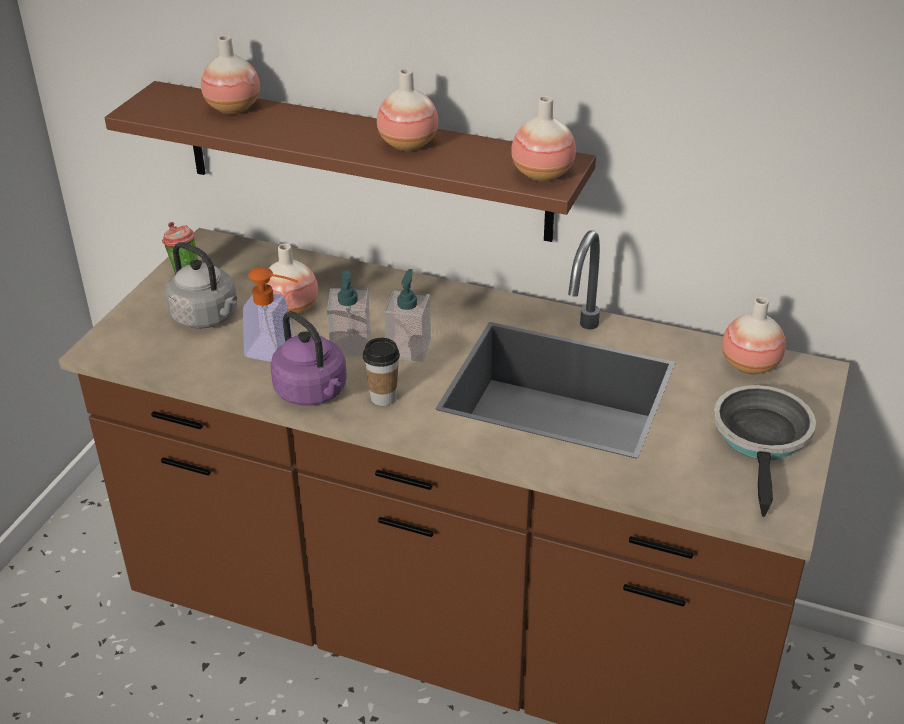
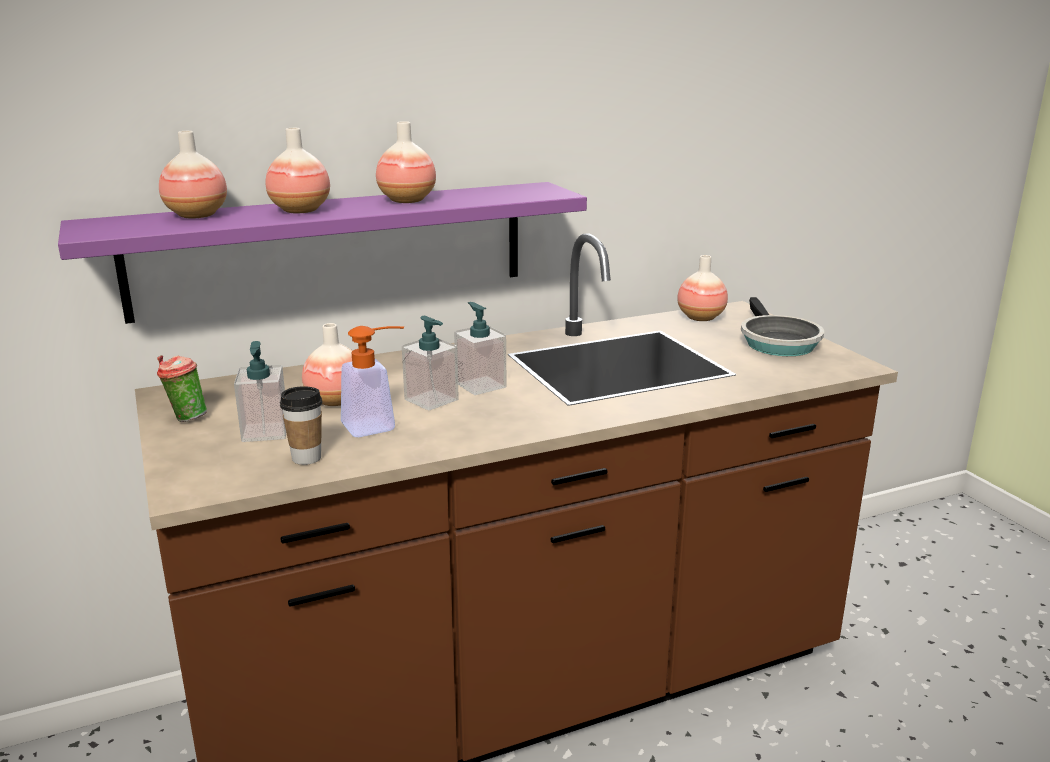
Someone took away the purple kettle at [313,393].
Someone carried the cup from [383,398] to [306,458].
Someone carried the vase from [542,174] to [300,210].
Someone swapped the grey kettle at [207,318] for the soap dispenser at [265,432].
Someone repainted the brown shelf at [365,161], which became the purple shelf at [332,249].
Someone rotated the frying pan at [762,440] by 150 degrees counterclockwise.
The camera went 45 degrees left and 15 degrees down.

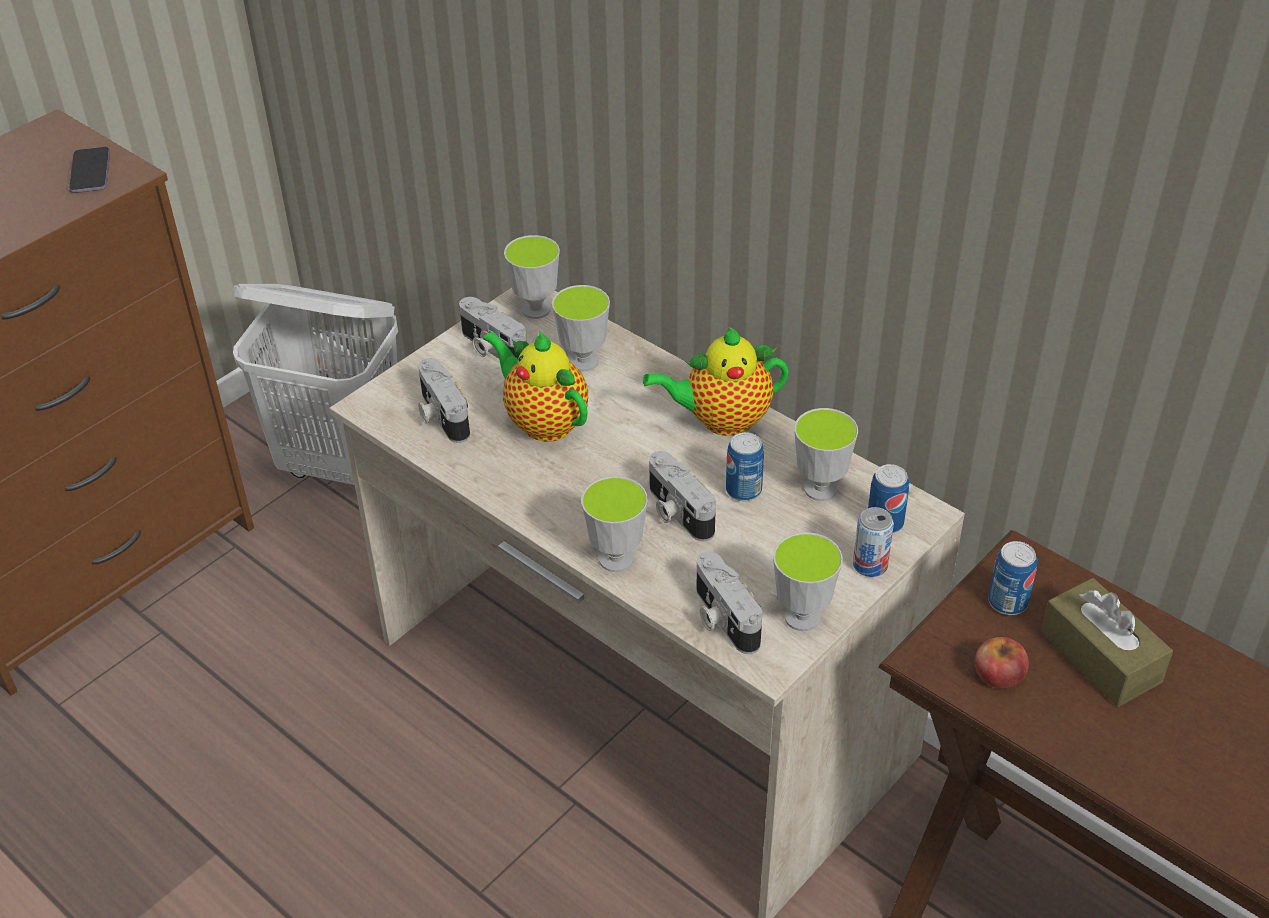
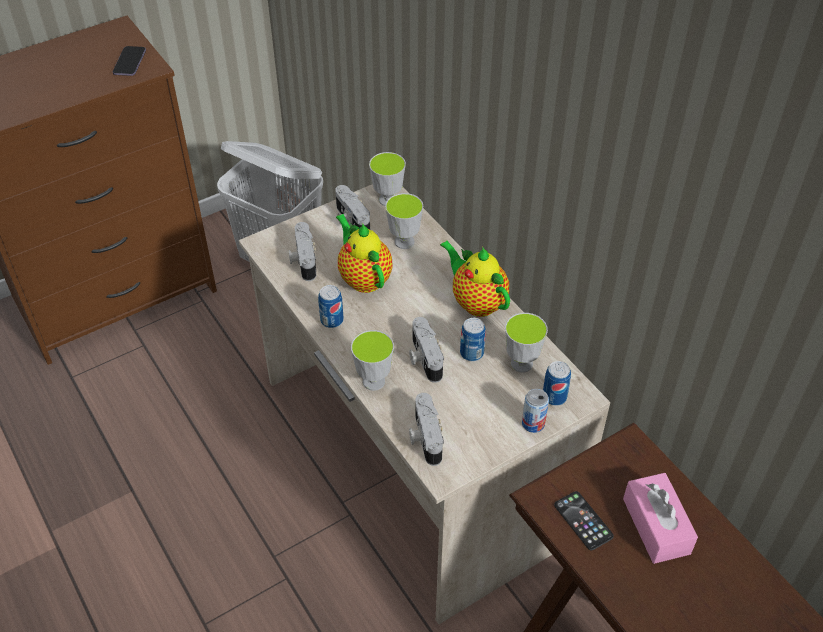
Someone took away the cup at [802,617].
Someone carried the can from [1007,602] to [332,320].
Someone swapped the apple at [998,674] for the phone at [583,521].
Someone repainted the brown tissue box at [1100,657], which became the pink tissue box at [656,526].
Someone rotated the teapot at [721,420] by 45 degrees clockwise.
The camera went 15 degrees right and 5 degrees up.

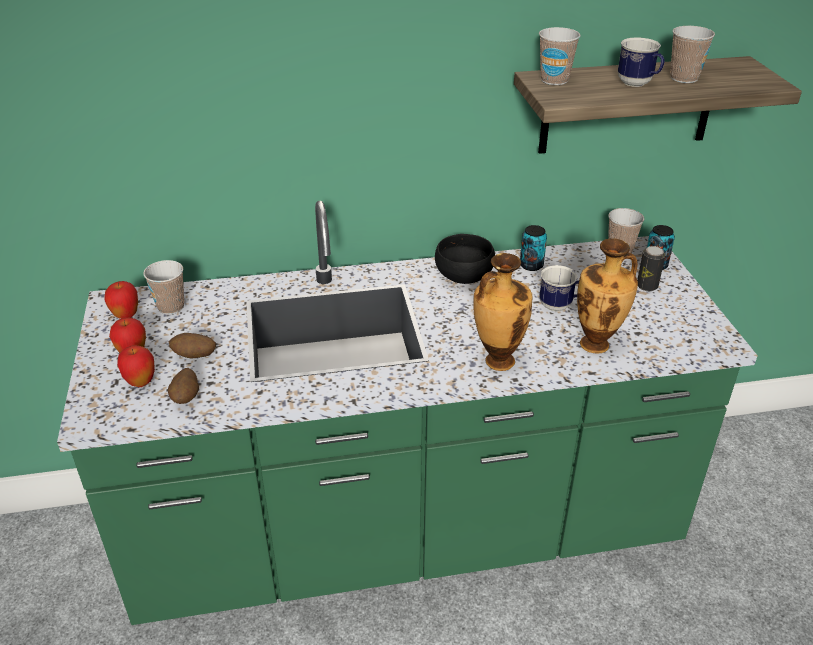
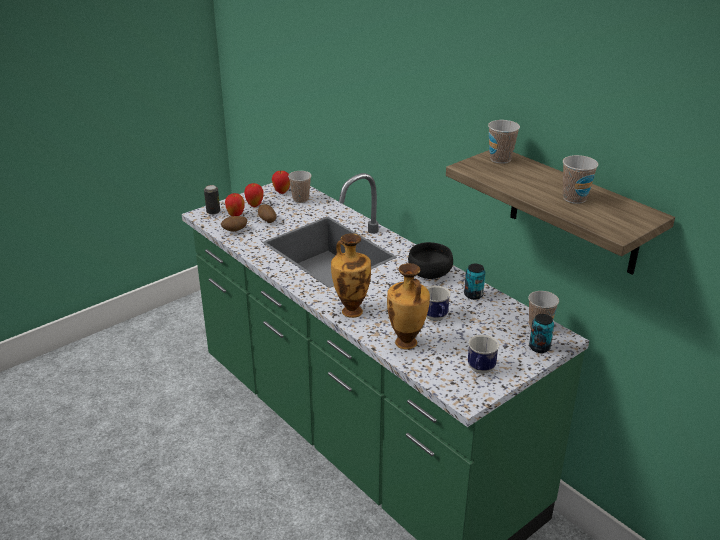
Someone carried the mug from [638,84] to [480,371].
Someone carried the can from [647,286] to [213,212].
The camera went 60 degrees right and 5 degrees down.

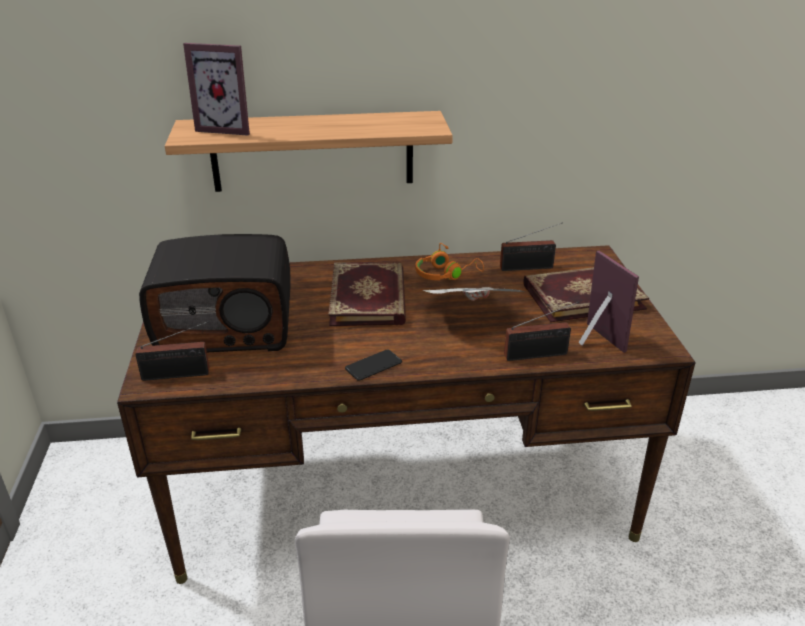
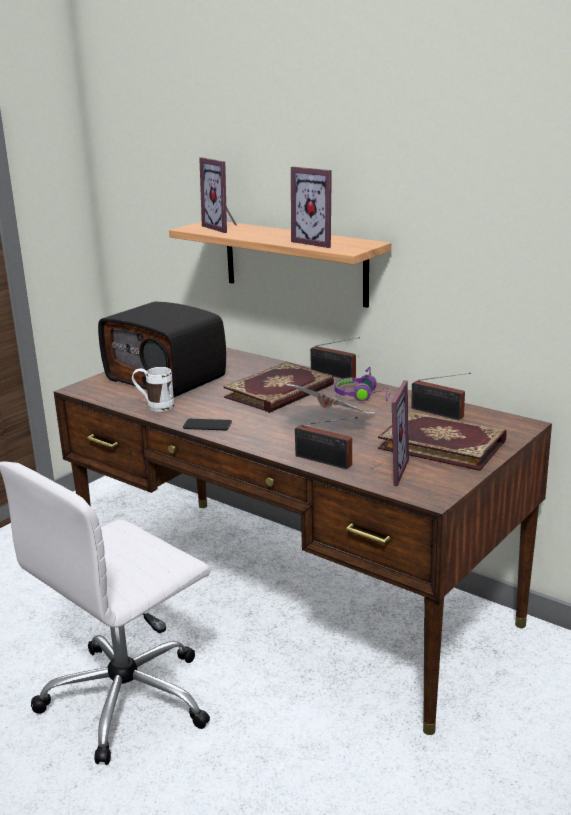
Someone put down the white mug at [155,407].
Someone put down the picture frame at [318,242].
Someone carried the radio from [179,374] to [335,375].
Someone repainted the orange headphones at [445,274], which became the purple headphones at [362,396].
The camera went 45 degrees right and 10 degrees down.

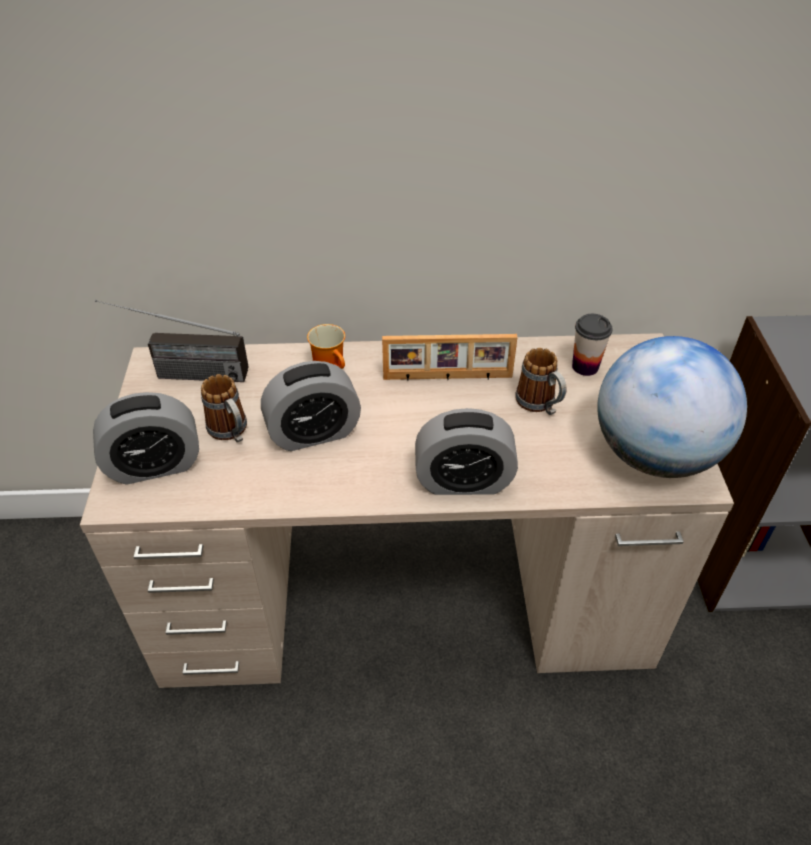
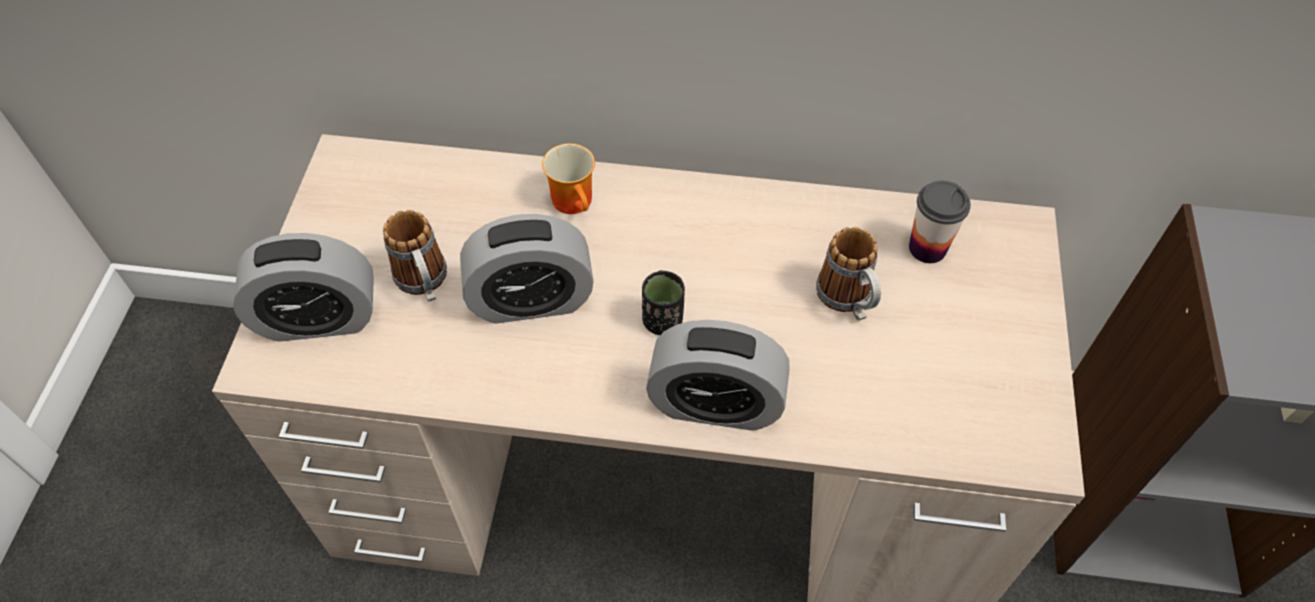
Someone took away the radio at [179,374].
Someone took away the picture frame at [447,378].
Someone took away the globe at [654,454].
Someone put down the black cup at [662,321].
The camera went 10 degrees right and 10 degrees up.

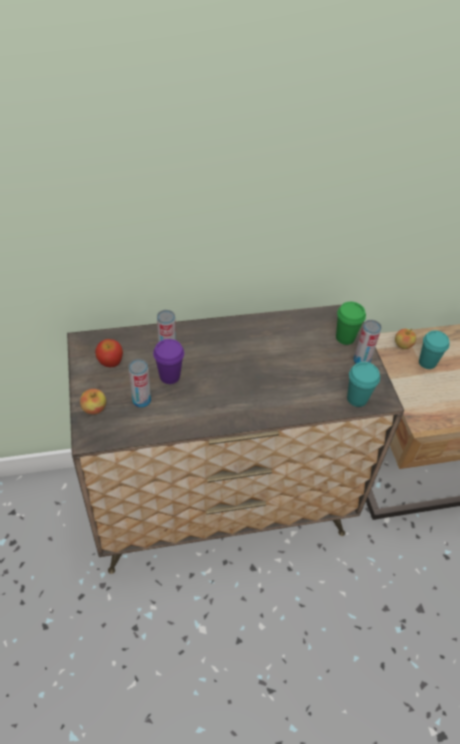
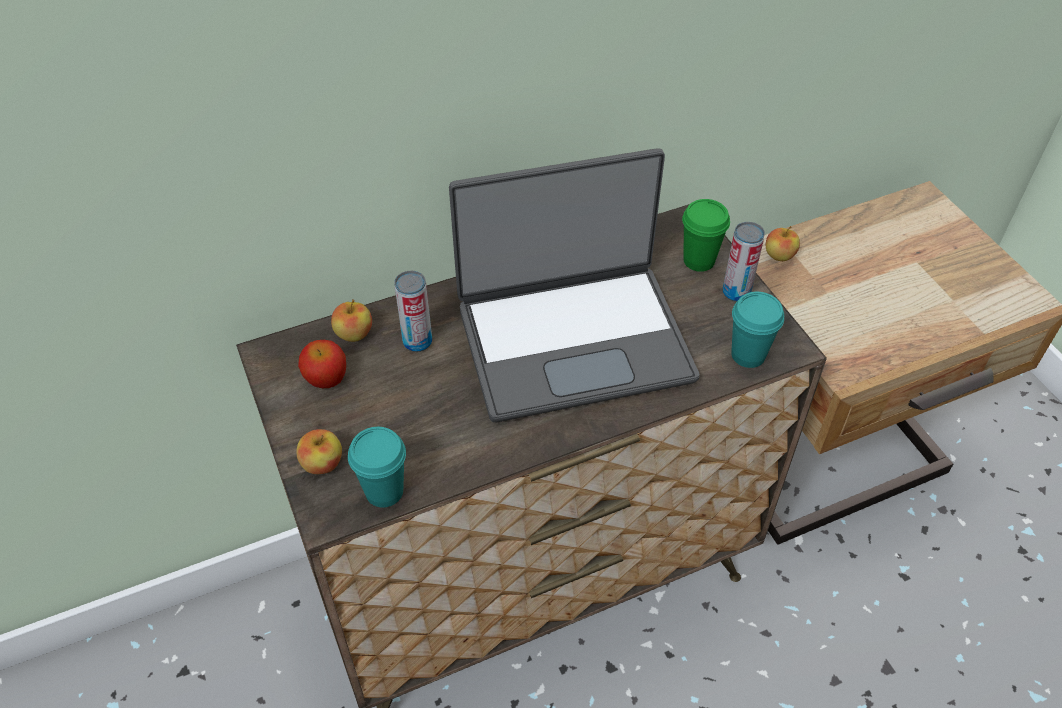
Someone took away the can at [141,401].
Someone took away the purple cup at [169,376].
Someone put down the apple at [354,334].
Someone put down the laptop at [573,340].
Someone carried the turquoise cup from [427,362] to [384,491].
The camera went 10 degrees left and 0 degrees up.

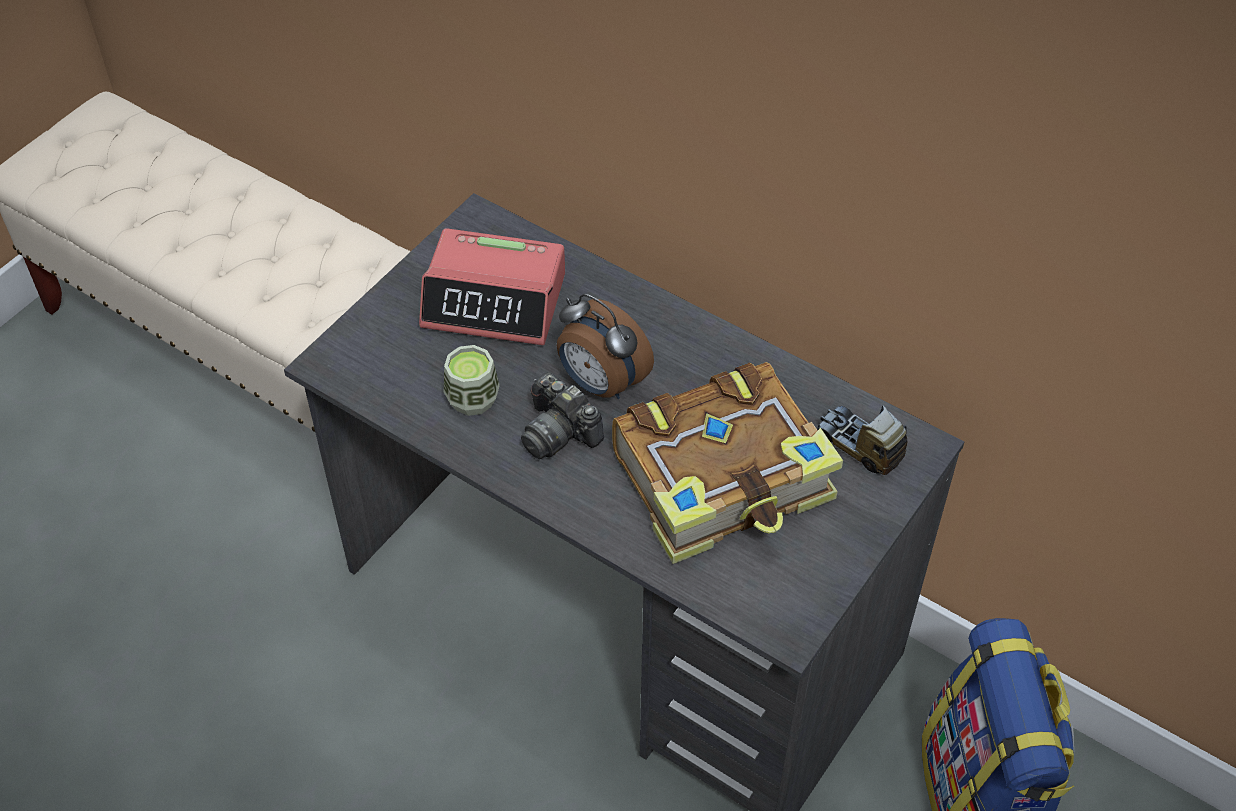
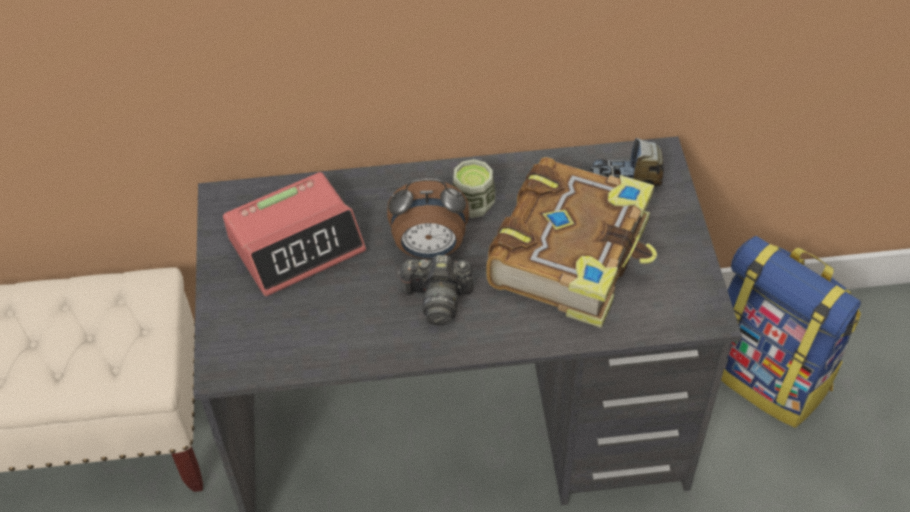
Someone carried the cup from [472,399] to [473,204].
The camera went 40 degrees left and 0 degrees up.

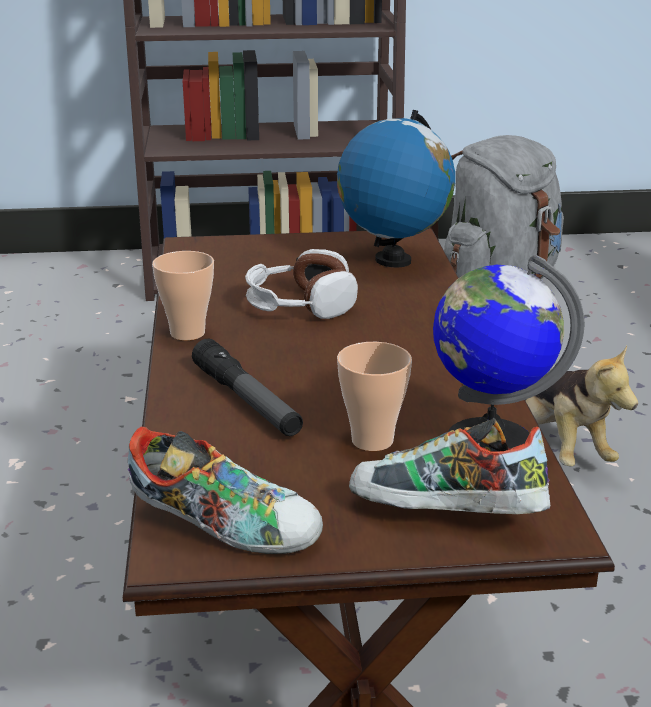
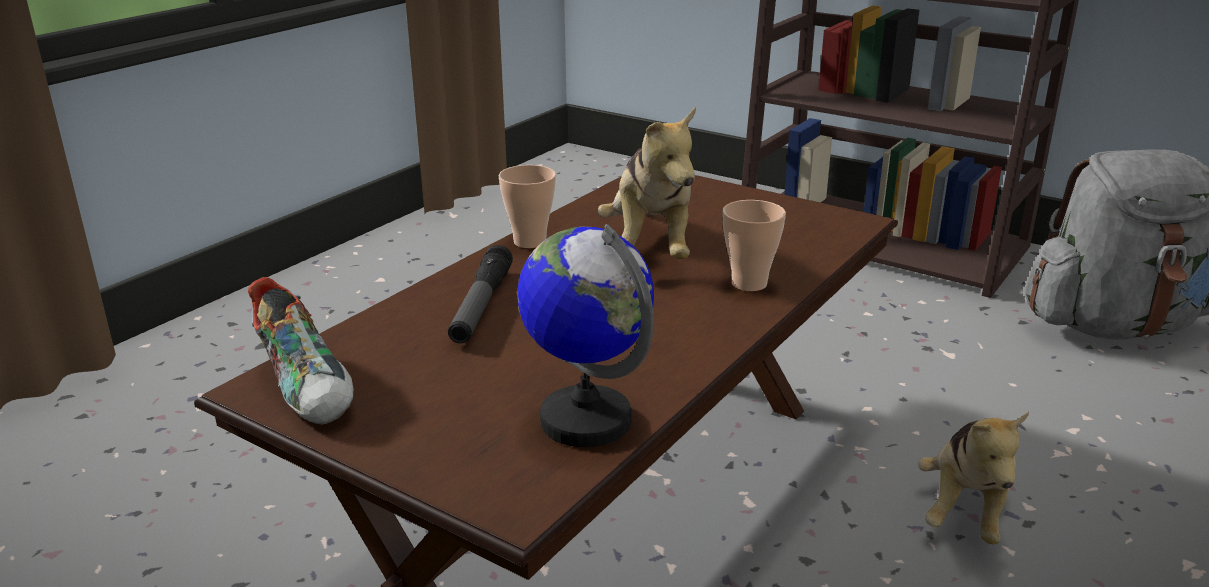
Someone took away the globe at [392,260].
Someone took away the shoe at [445,517].
Someone carried the cup from [372,440] to [749,284].
Someone swapped the headphones at [300,305] for the plush toy at [651,248].
The camera went 40 degrees right and 0 degrees up.

